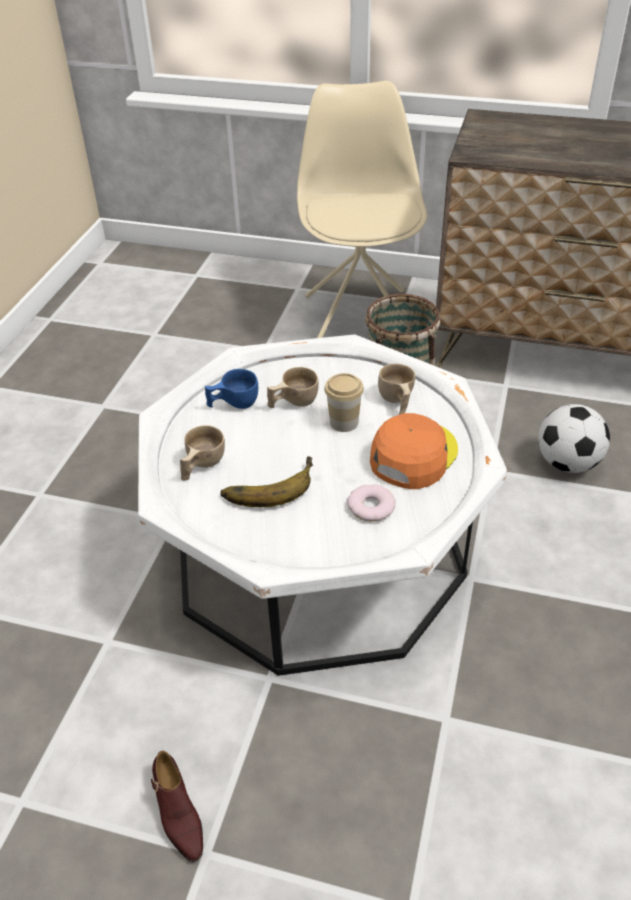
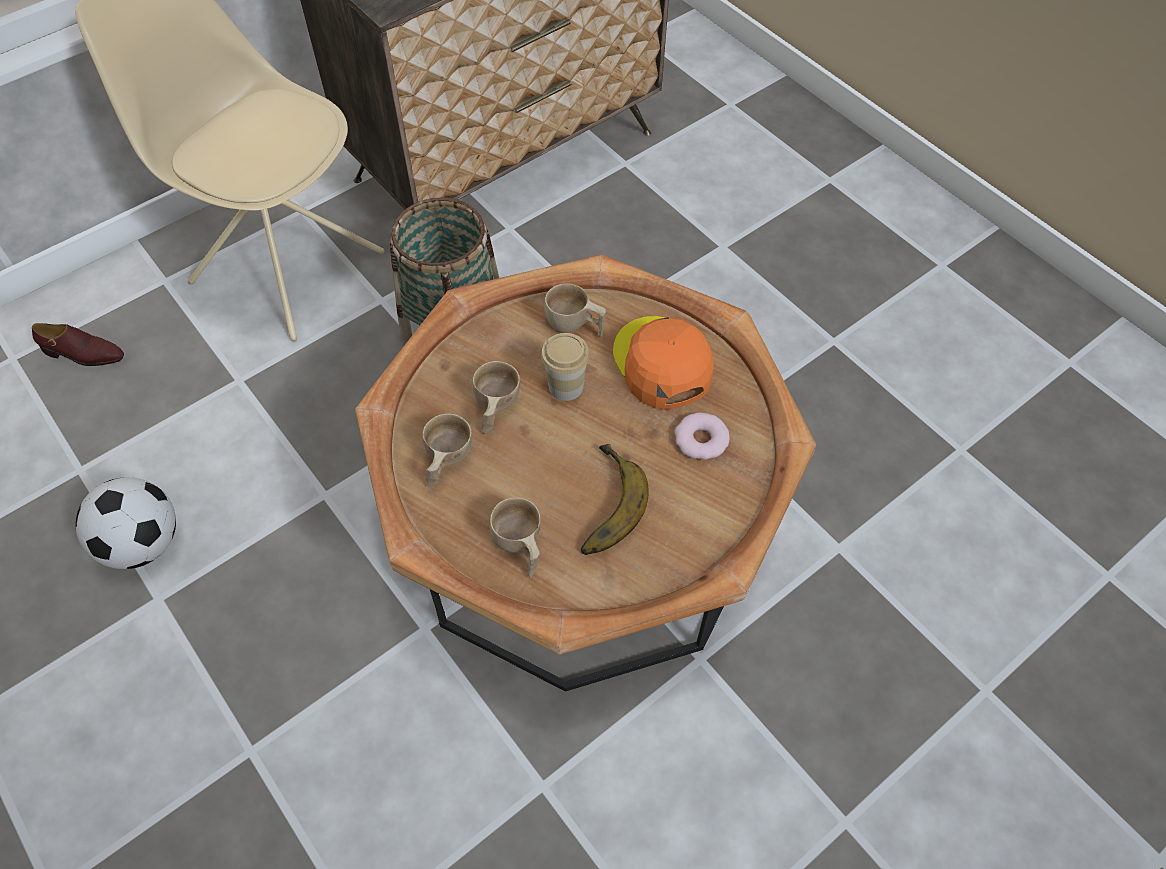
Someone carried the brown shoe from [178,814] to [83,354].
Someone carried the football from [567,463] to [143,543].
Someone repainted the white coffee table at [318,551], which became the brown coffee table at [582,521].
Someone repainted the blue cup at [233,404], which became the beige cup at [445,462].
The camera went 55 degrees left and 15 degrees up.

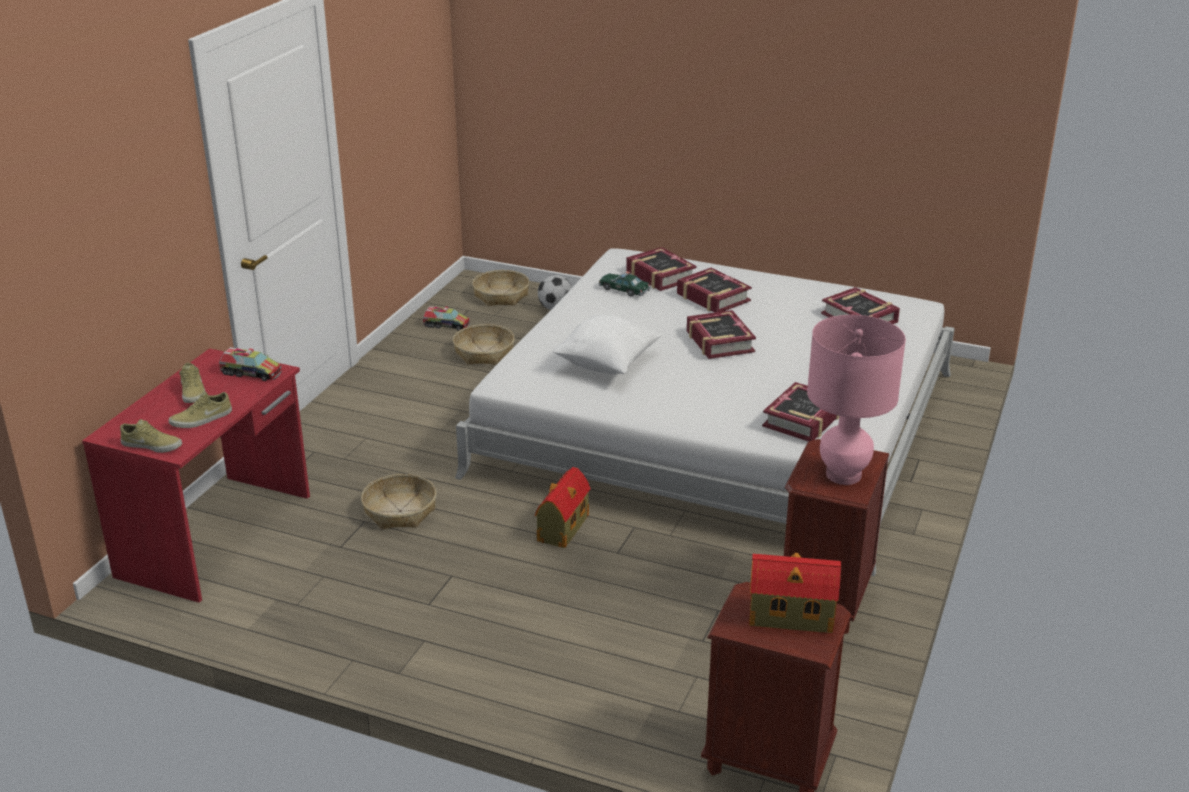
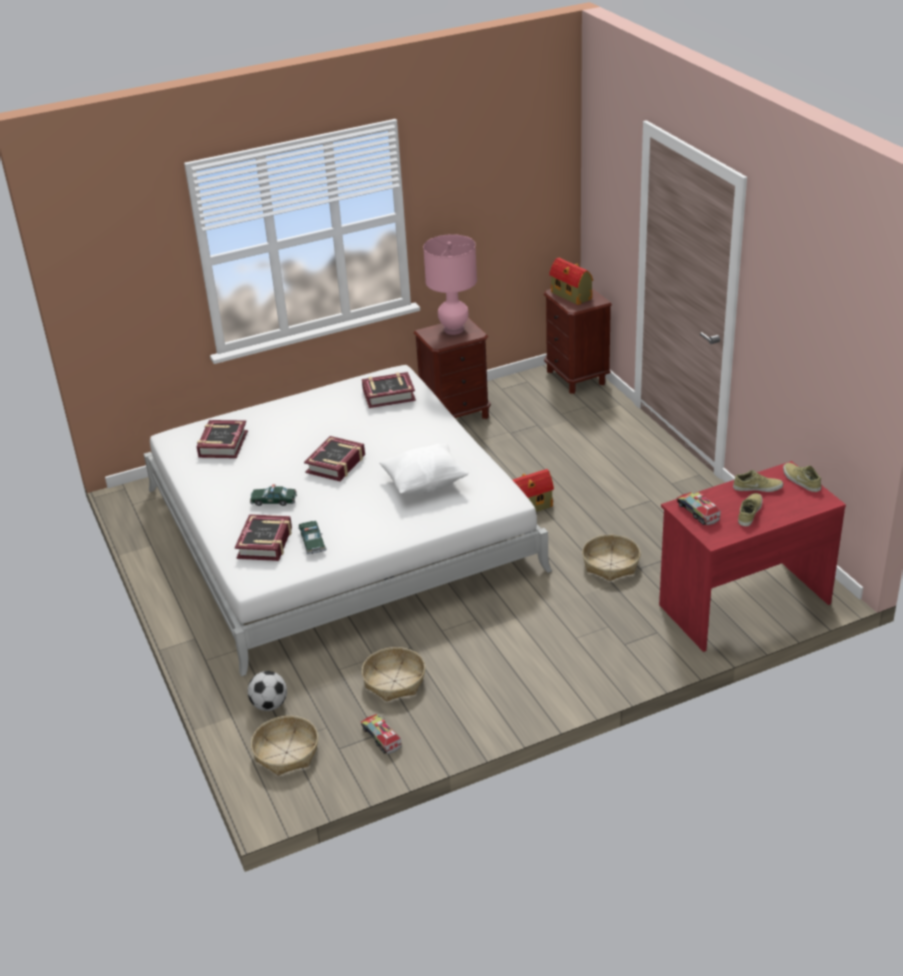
Someone swapped the book at [713,297] for the toy car at [273,501].
The camera went 135 degrees left and 5 degrees up.

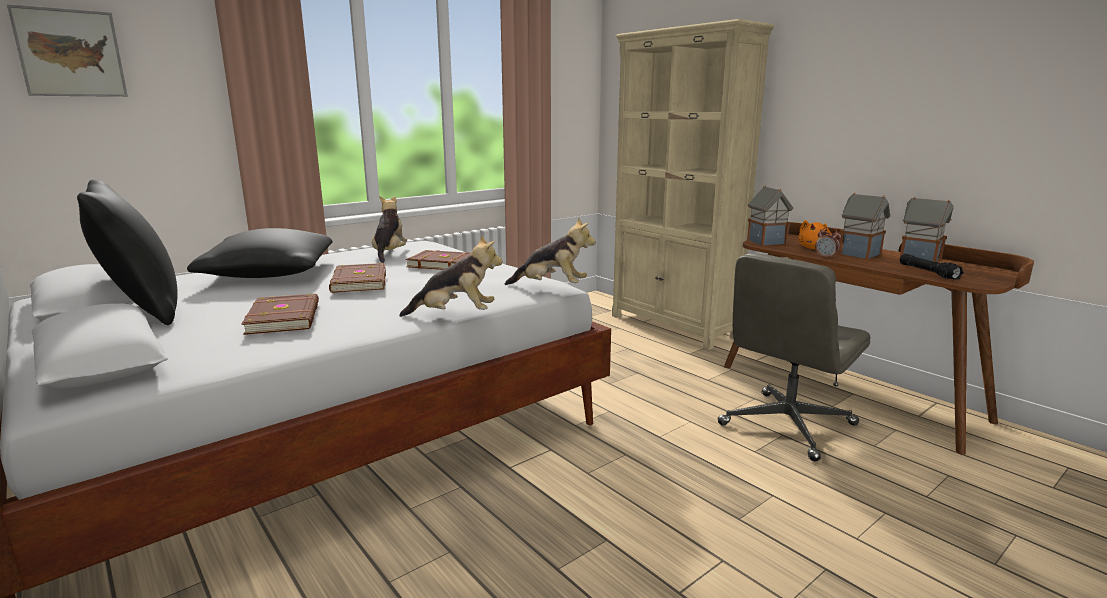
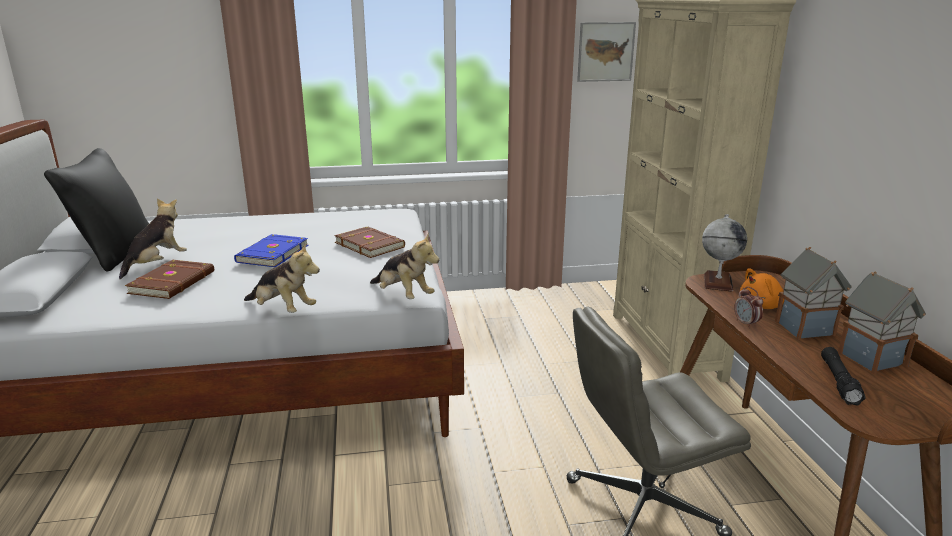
Someone took away the black pillow at [269,273].
Someone carried the picture from [70,53] to [605,51].
Someone carried the plush toy from [389,253] to [157,264].
Someone swapped the toy house at [765,242] for the globe at [718,282].
Someone repainted the brown book at [357,282], which became the blue book at [271,254].
The camera went 30 degrees right and 5 degrees up.

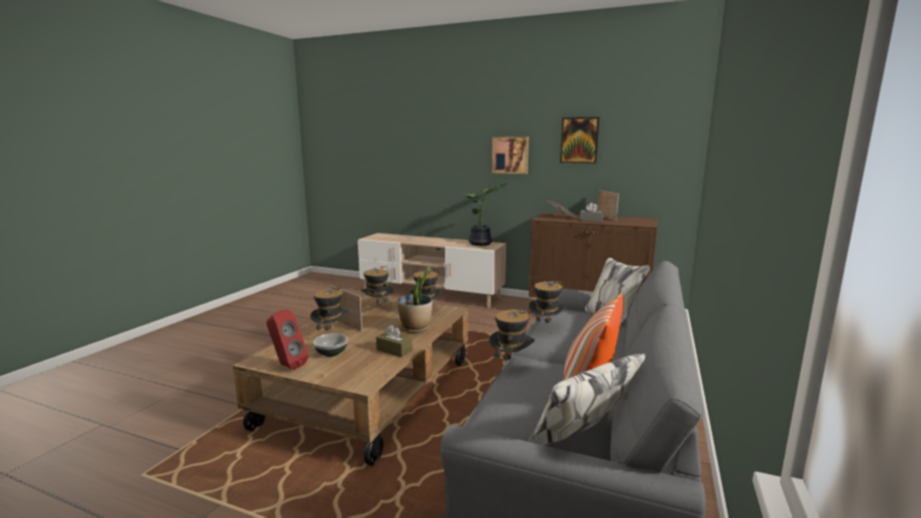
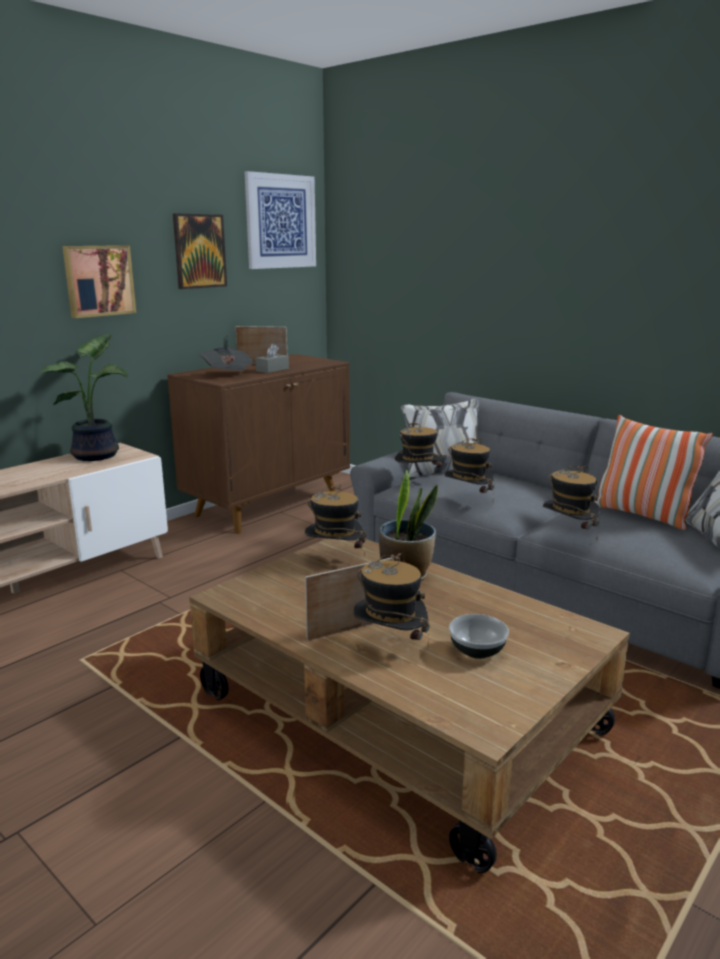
Someone took away the red speaker at [287,365].
Someone took away the brown tissue box at [394,350].
Someone put up the picture at [281,221].
Someone carried the hat from [377,308] to [417,480].
The camera went 70 degrees left and 5 degrees up.

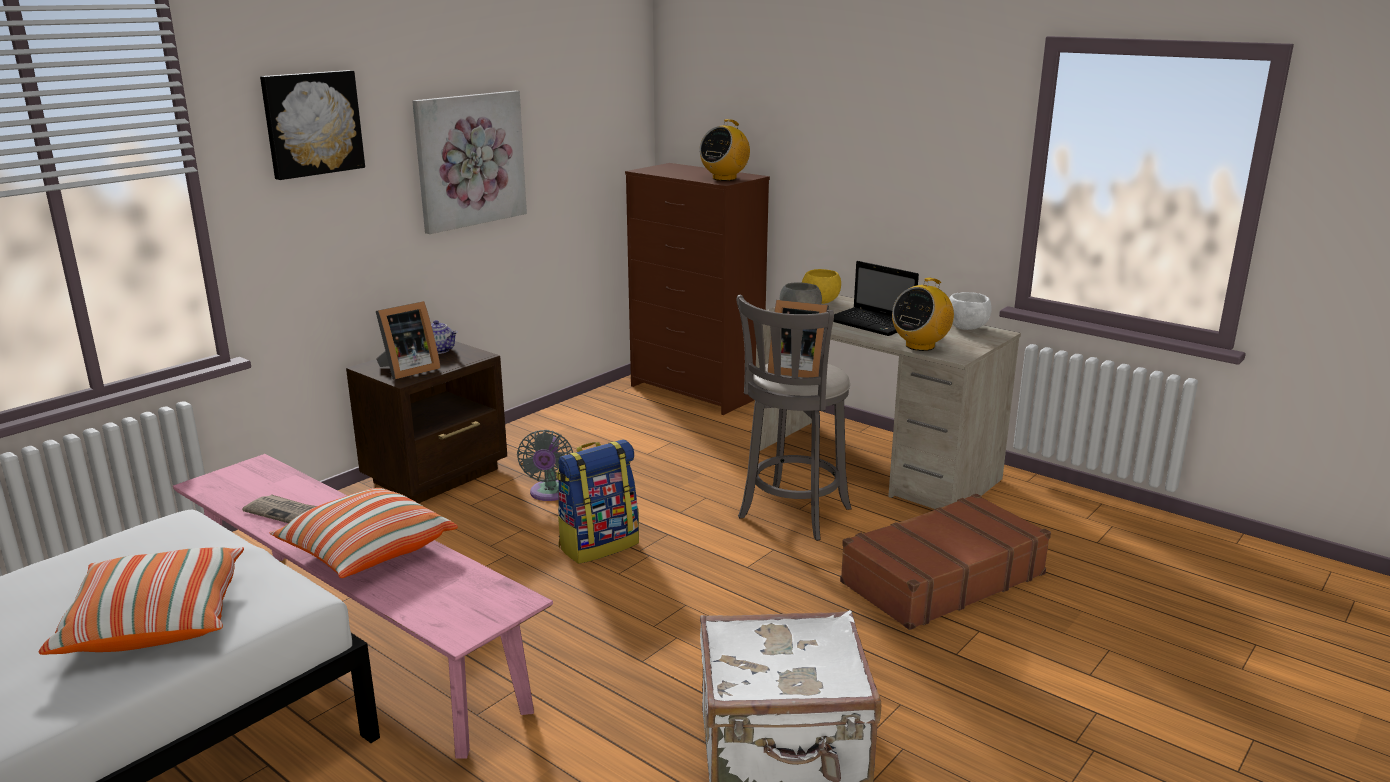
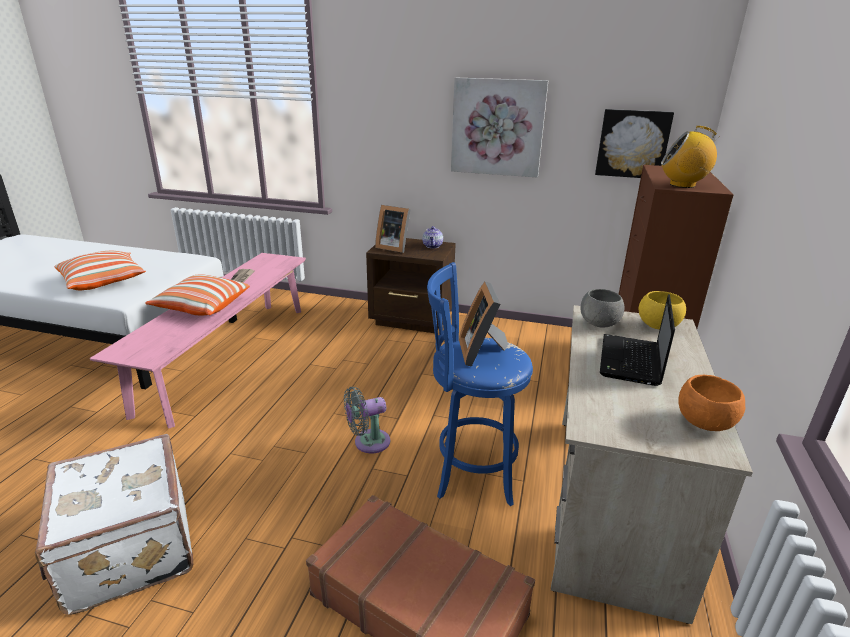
Someone took away the backpack at [598,545].
Someone took away the radio at [920,346].
Someone carried the picture from [312,123] to [632,144].
Someone carried the grey fan from [549,494] to [368,442].
Someone repainted the grey stool at [792,515], which became the blue stool at [470,472].
Someone repainted the white bowl at [966,328], which became the orange bowl at [704,424].
The camera went 65 degrees right and 5 degrees up.

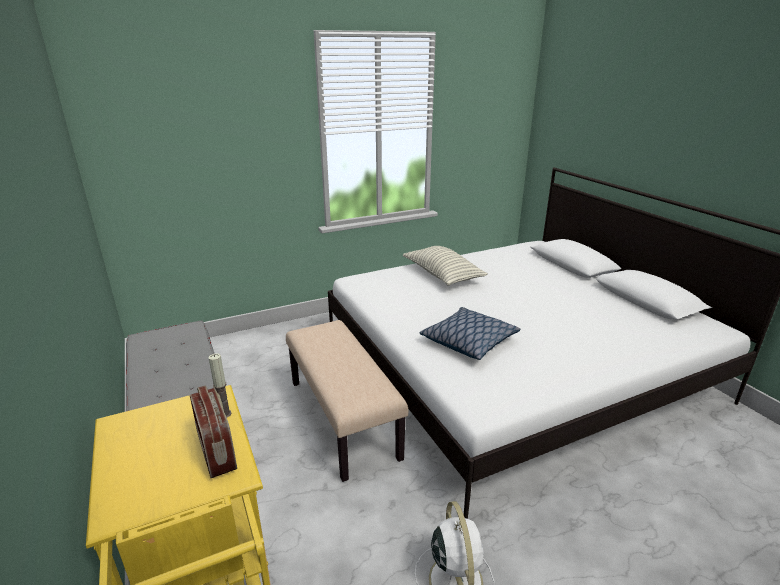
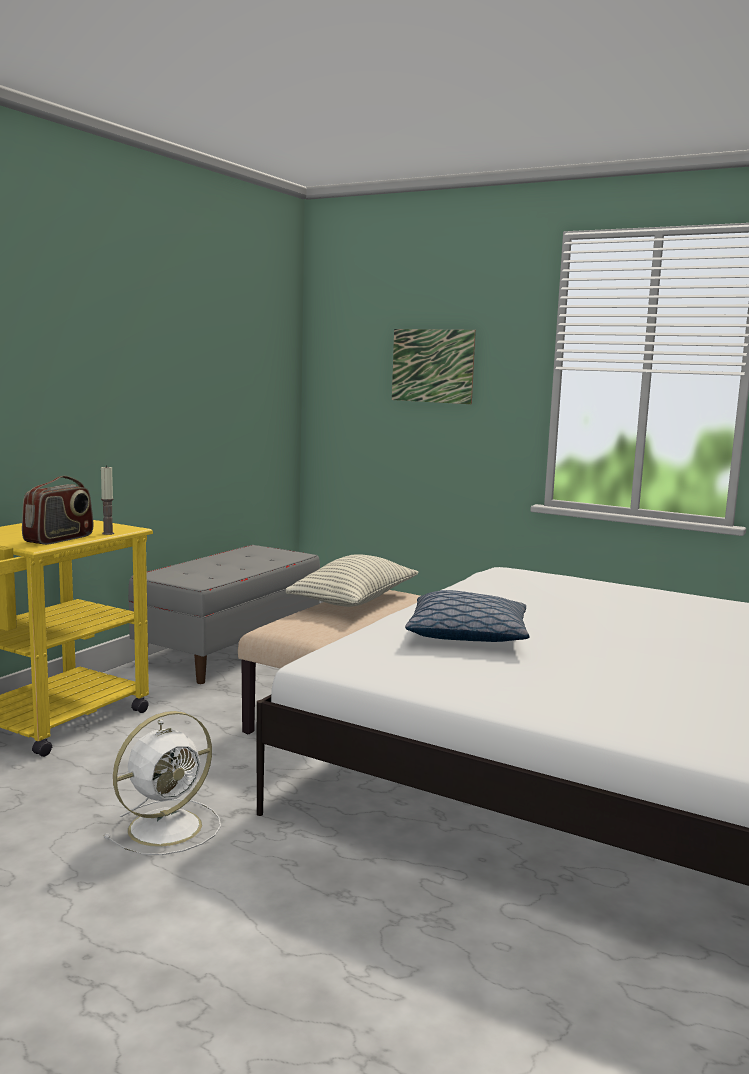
Someone put up the picture at [432,366].
Someone carried the pillow from [442,275] to [354,601].
The camera went 55 degrees right and 15 degrees down.

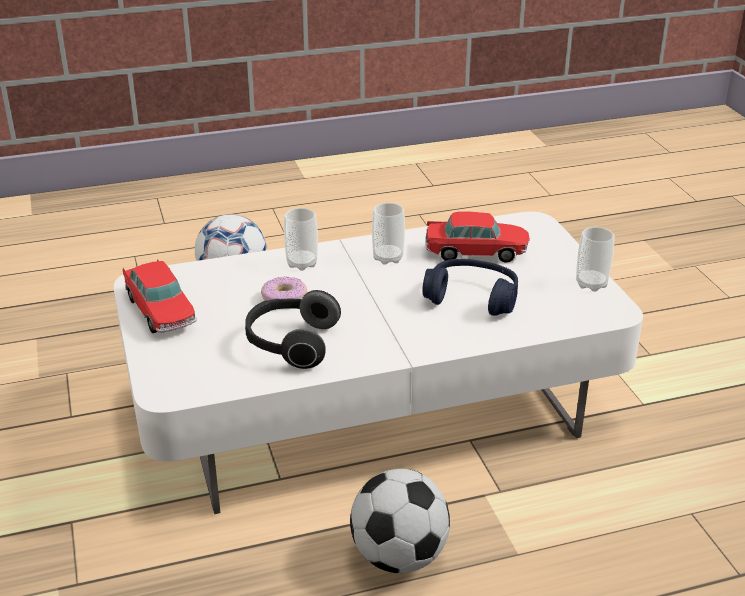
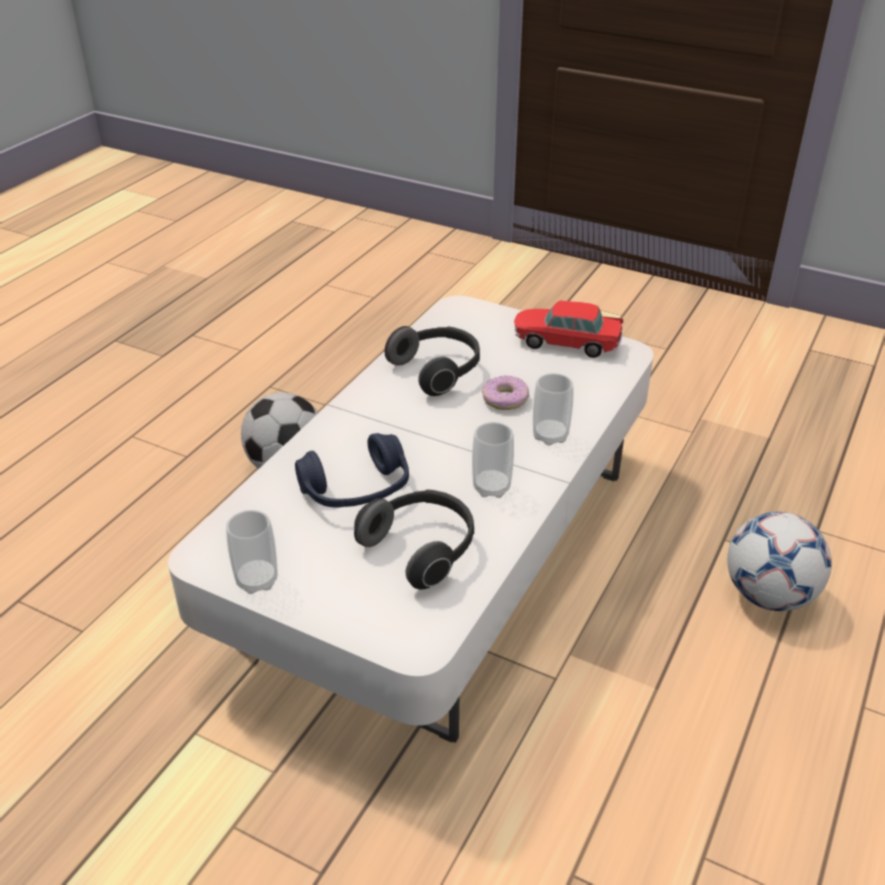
Someone swapped the toy car at [476,252] for the headphones at [421,549].
The camera went 135 degrees right and 5 degrees up.

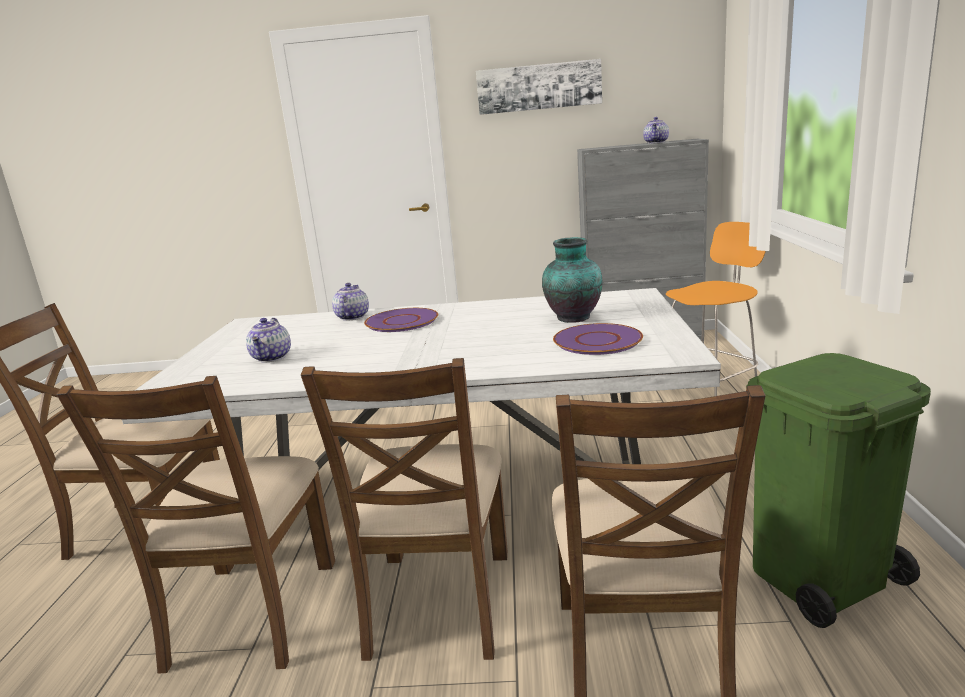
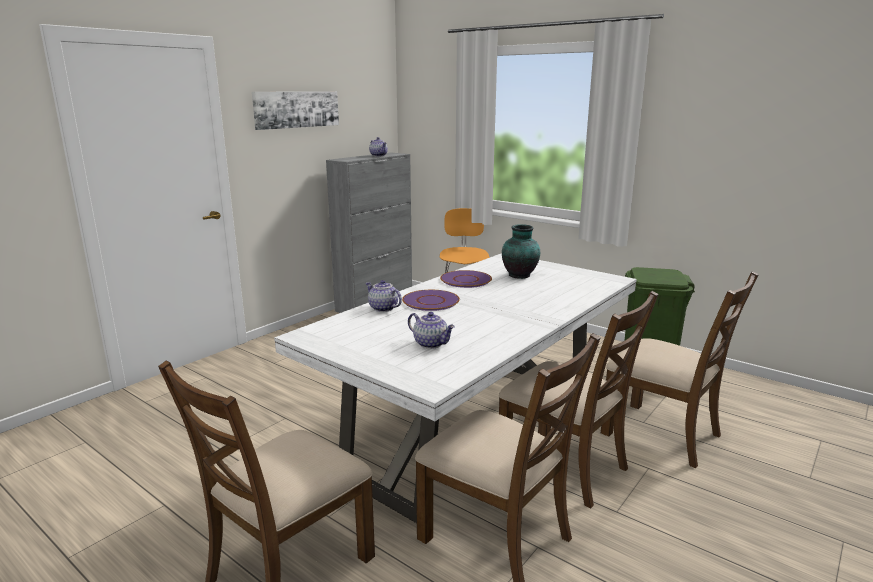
Someone carried the purple plate from [597,341] to [466,280].
The camera went 55 degrees left and 0 degrees up.

